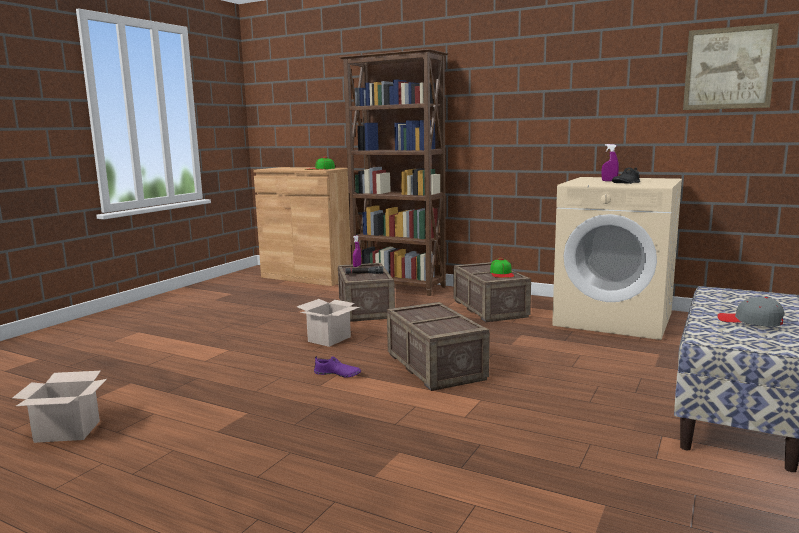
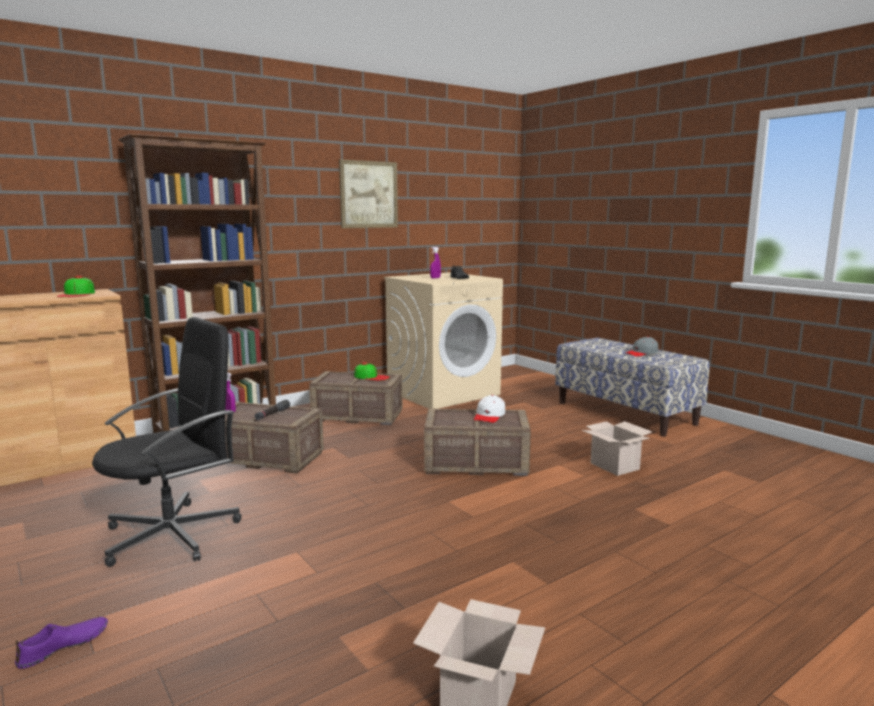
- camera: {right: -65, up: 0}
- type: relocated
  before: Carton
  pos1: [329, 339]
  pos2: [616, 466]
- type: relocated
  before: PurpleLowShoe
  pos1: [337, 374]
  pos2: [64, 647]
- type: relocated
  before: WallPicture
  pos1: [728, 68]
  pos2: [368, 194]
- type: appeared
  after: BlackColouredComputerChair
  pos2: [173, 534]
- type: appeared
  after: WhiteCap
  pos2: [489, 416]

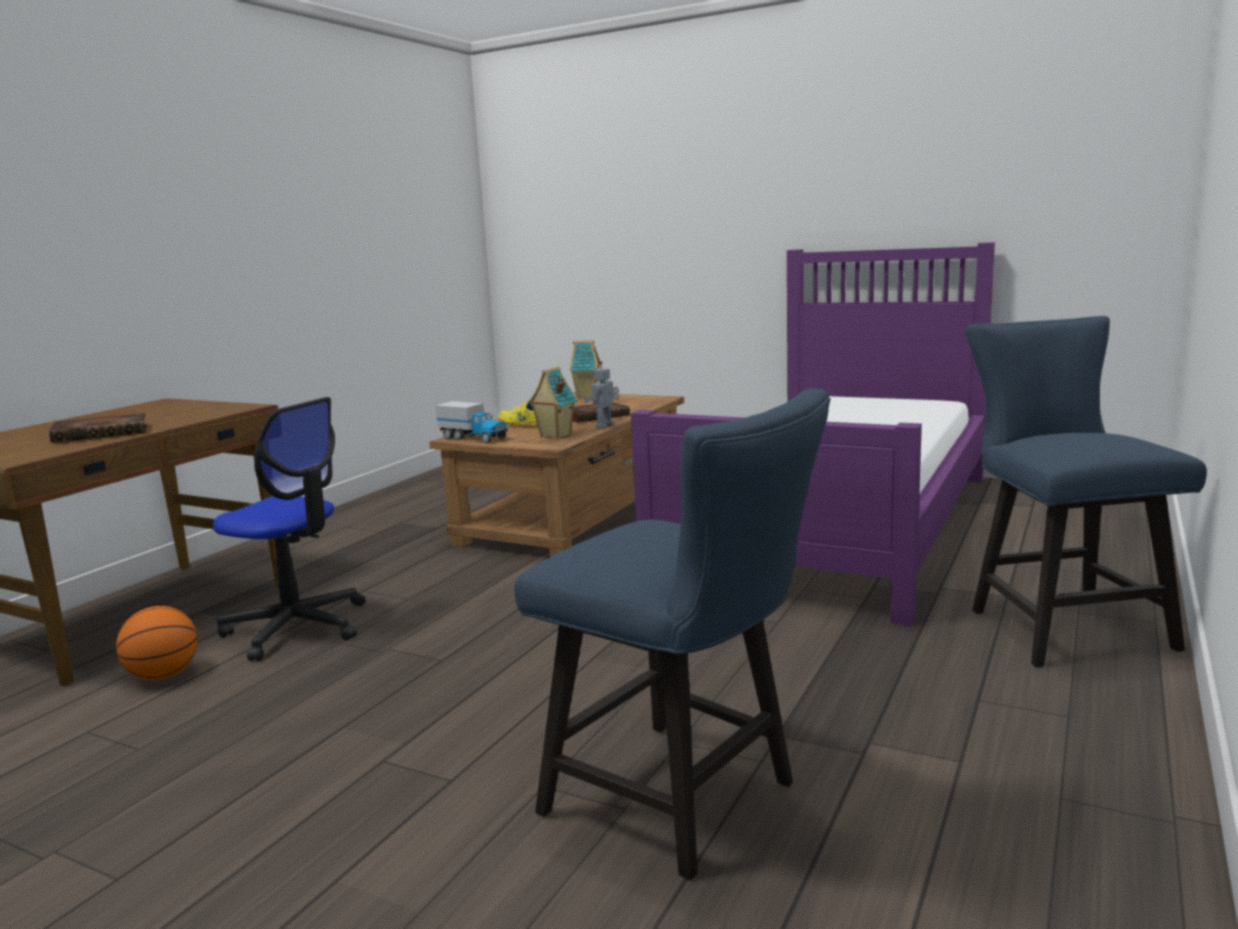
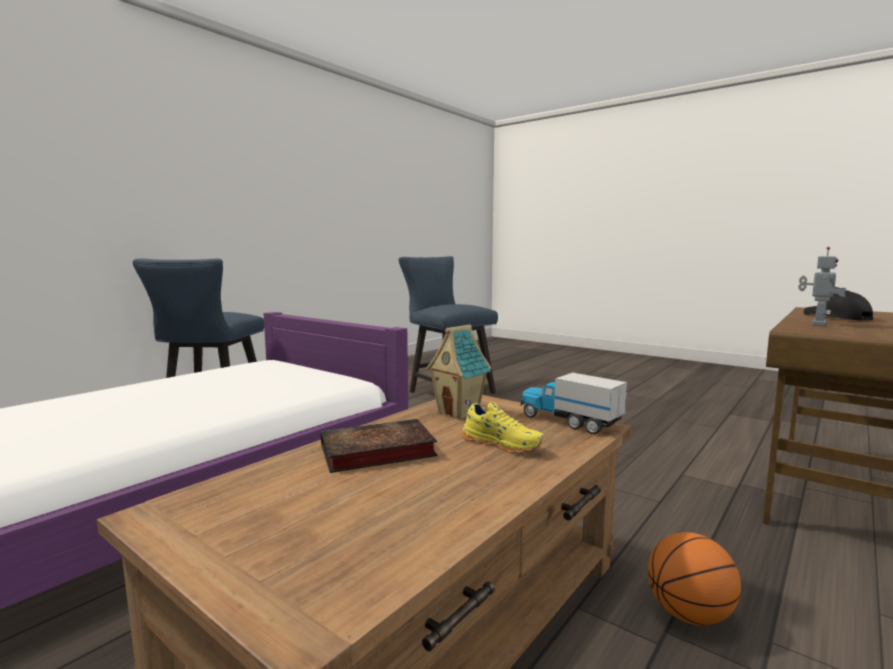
- camera: {right: -170, up: -5}
- type: exchanged
  before: Book
  after: BlackColouredCap
  pos1: [104, 433]
  pos2: [836, 317]
- type: relocated
  before: Basketball
  pos1: [163, 676]
  pos2: [689, 615]
- type: missing
  before: ComputerChair
  pos1: [297, 628]
- type: missing
  before: MiniatureHouse
  pos1: [587, 395]
- type: relocated
  before: RobotFigure
  pos1: [605, 426]
  pos2: [817, 324]

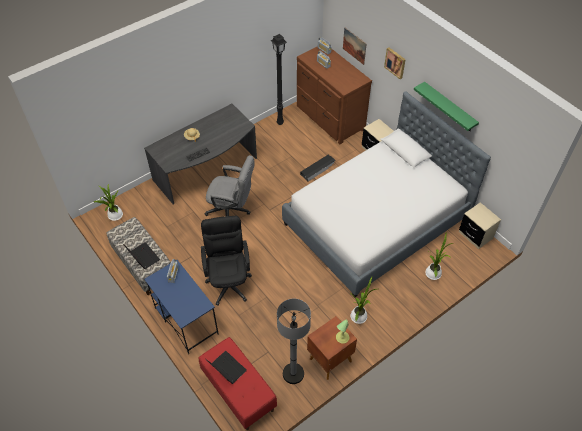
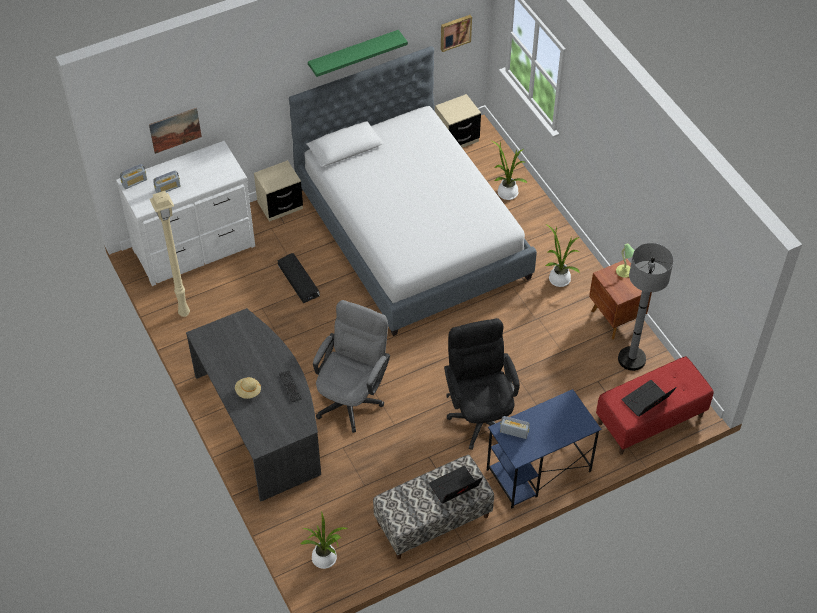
- camera: {right: -80, up: 0}
- type: spun
  before: BlackColouredComputerChair
  pos1: [228, 280]
  pos2: [480, 414]
  turn: 75
- type: colour
  before: BlackColouredFloorLamp
  after: BeigeFloorLamp
  pos1: [280, 122]
  pos2: [183, 312]
- type: colour
  before: BrownDresser
  after: WhiteDresser
  pos1: [329, 118]
  pos2: [195, 249]
- type: relocated
  before: WallPicture
  pos1: [395, 62]
  pos2: [455, 32]

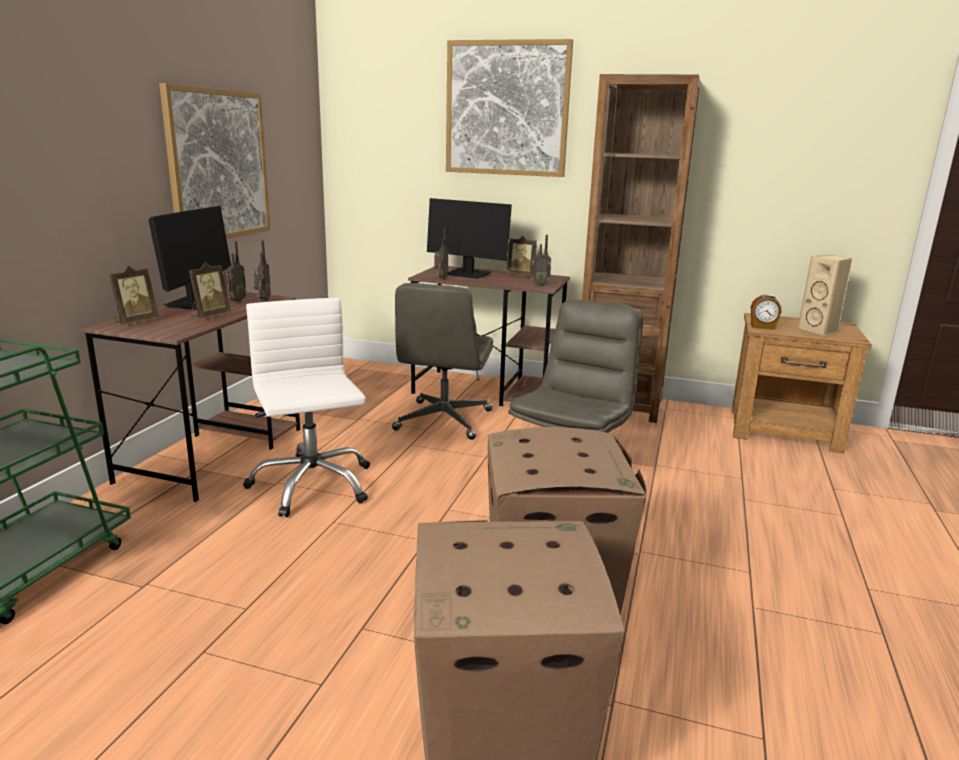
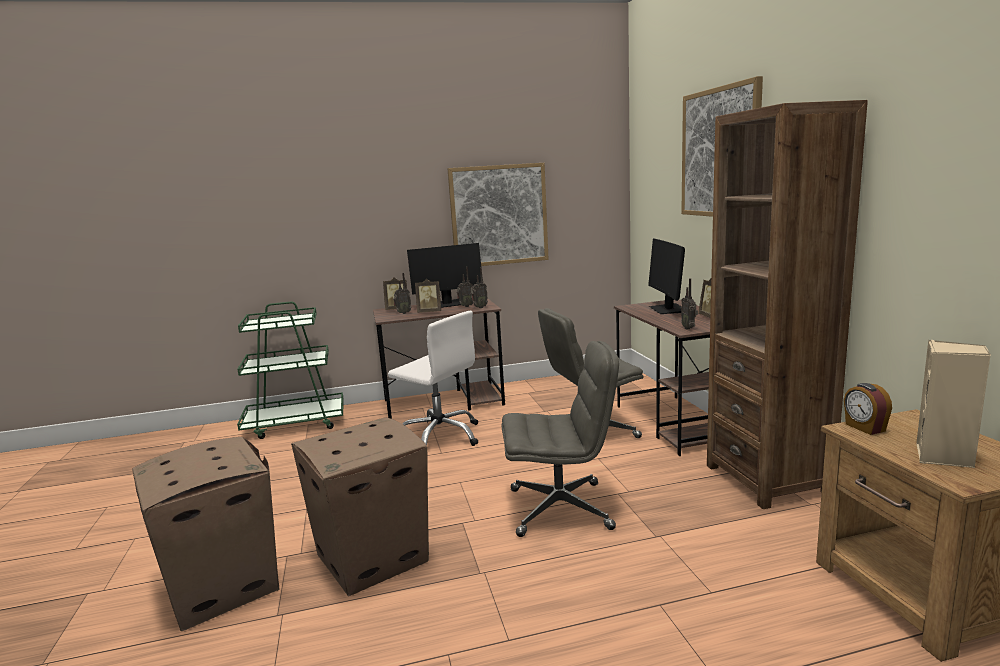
- camera: {right: 60, up: -5}
- type: spun
  before: WhiteComputerChair
  pos1: [311, 485]
  pos2: [440, 436]
  turn: 90
- type: relocated
  before: RadioSet
  pos1: [440, 278]
  pos2: [403, 313]

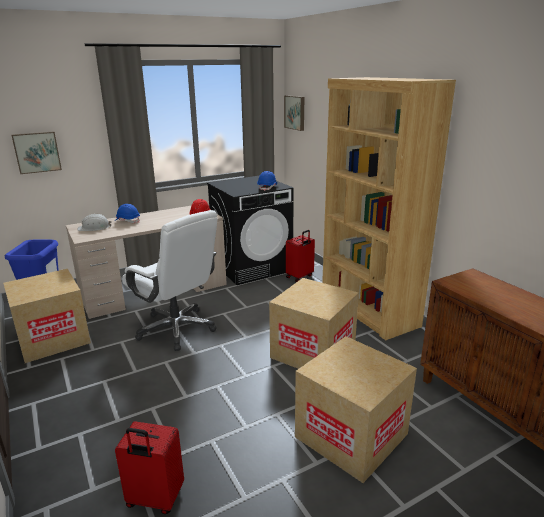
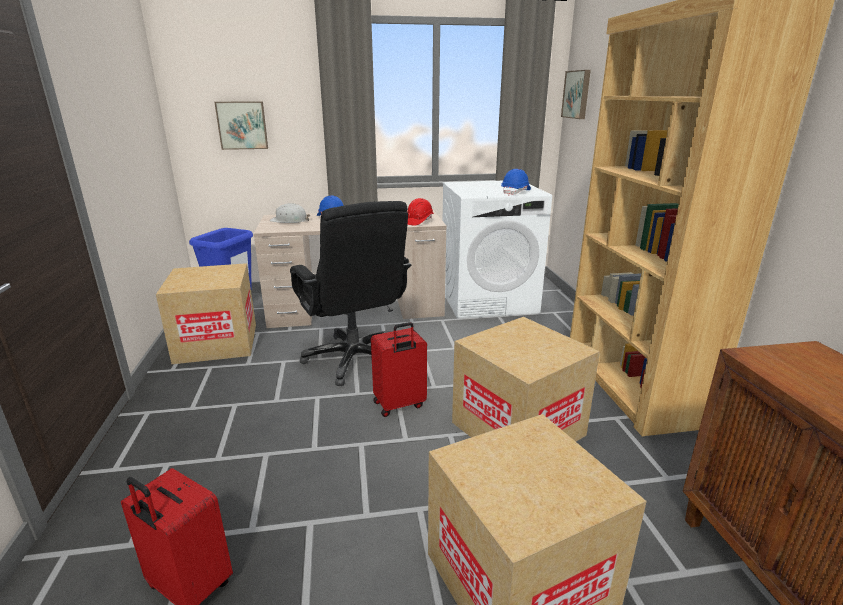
- camera: {right: 20, up: 0}
- type: colour
  before: WhiteComputerChair
  after: BlackColouredComputerChair
  pos1: [177, 329]
  pos2: [354, 359]
- type: colour
  before: BlackColouredLaundryMachine
  after: WhiteLaundryMachine
  pos1: [252, 267]
  pos2: [488, 300]
- type: relocated
  before: RedSuitcase
  pos1: [300, 277]
  pos2: [399, 405]

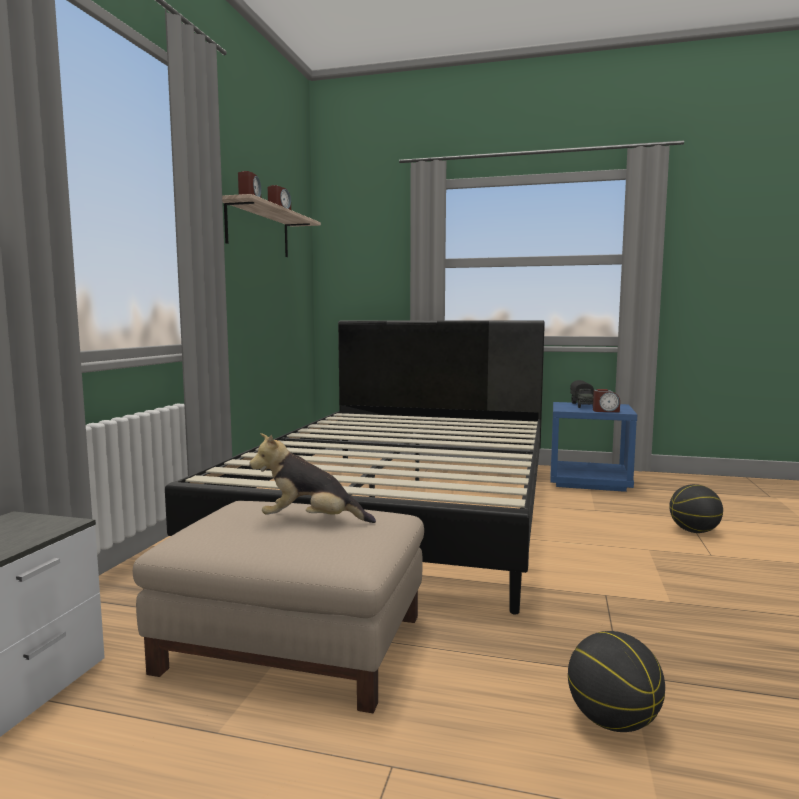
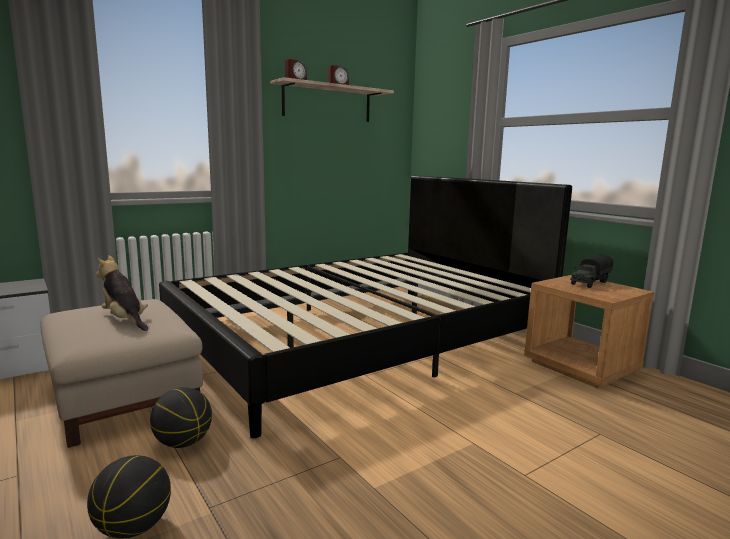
- camera: {right: 40, up: 5}
- type: colour
  before: BlueBedsideTable
  after: BrownBedsideTable
  pos1: [589, 481]
  pos2: [582, 367]
- type: missing
  before: BedsideClock
  pos1: [605, 411]
- type: relocated
  before: Basketball
  pos1: [693, 531]
  pos2: [183, 442]

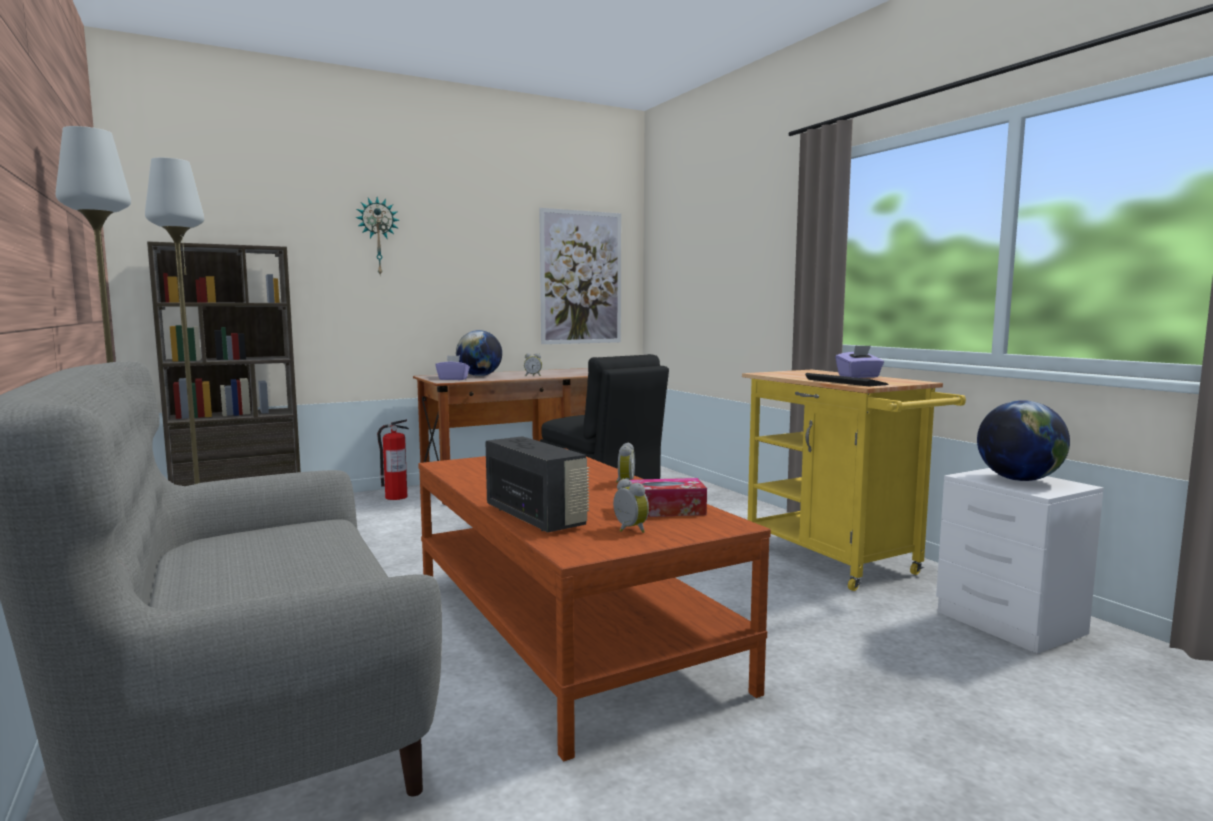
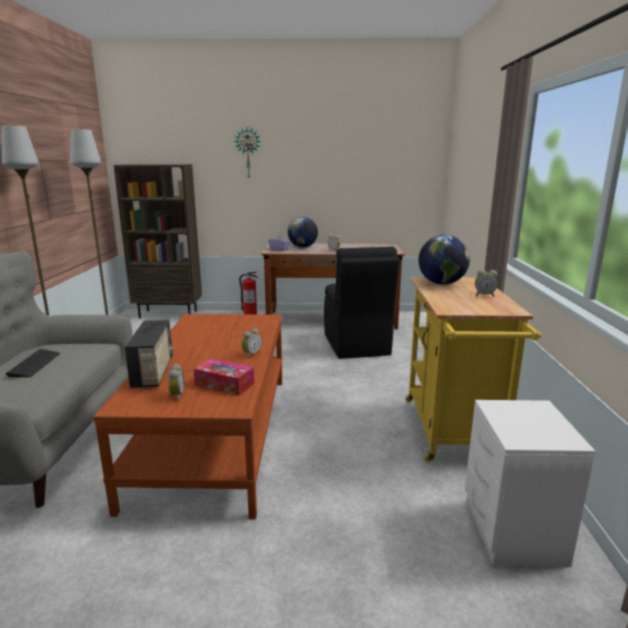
- camera: {right: 30, up: 10}
- type: missing
  before: WallPicture
  pos1: [581, 277]
- type: relocated
  before: ComputerKeyboard
  pos1: [845, 382]
  pos2: [34, 364]
- type: exchanged
  before: PurpleBoxOfTissues
  after: BedsideClock
  pos1: [859, 377]
  pos2: [484, 295]
- type: relocated
  before: WorldGlobe
  pos1: [1018, 479]
  pos2: [441, 283]

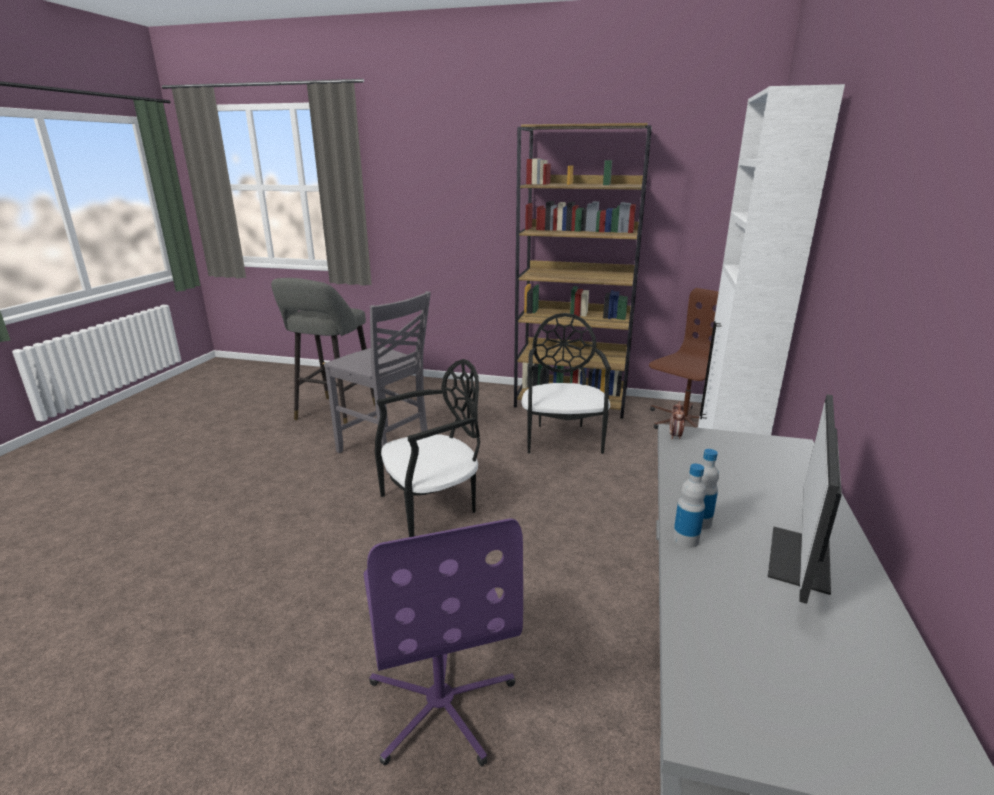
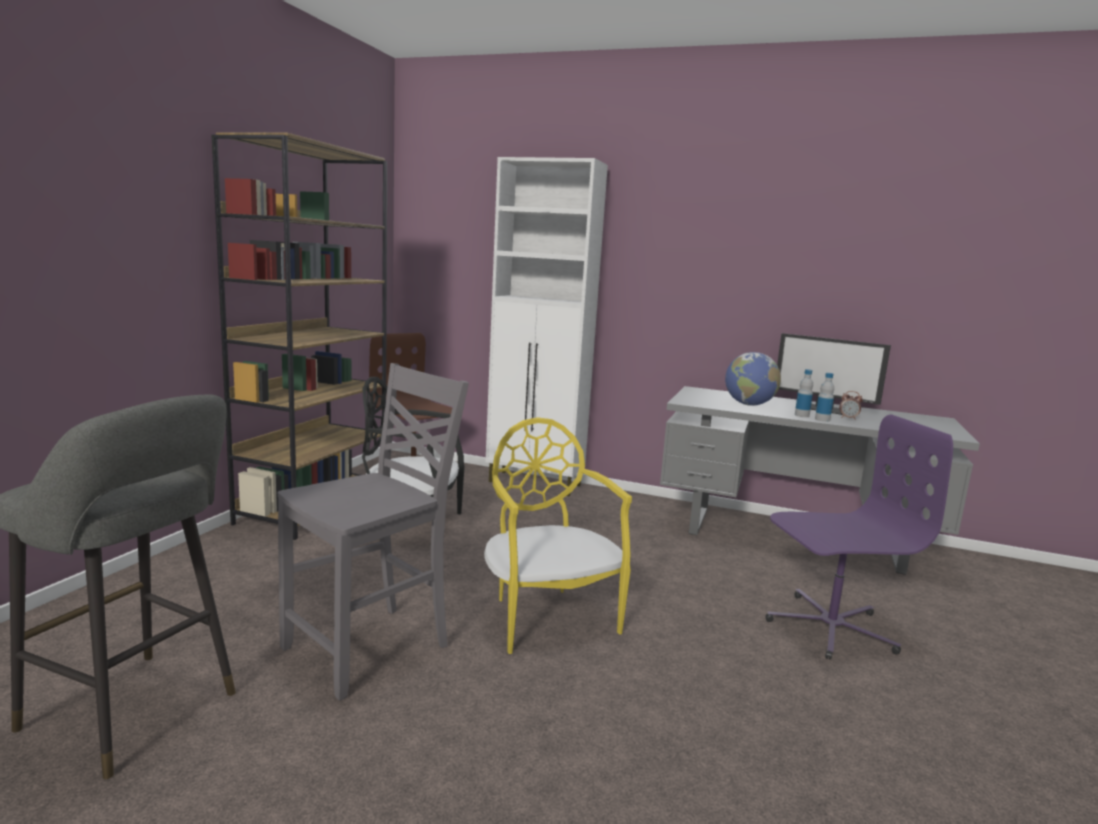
- camera: {right: -85, up: -10}
- type: colour
  before: BlackColouredChair
  after: YellowColouredChair
  pos1: [432, 507]
  pos2: [548, 616]
- type: relocated
  before: BedsideClock
  pos1: [675, 436]
  pos2: [848, 418]
- type: appeared
  after: WorldGlobe
  pos2: [749, 404]

